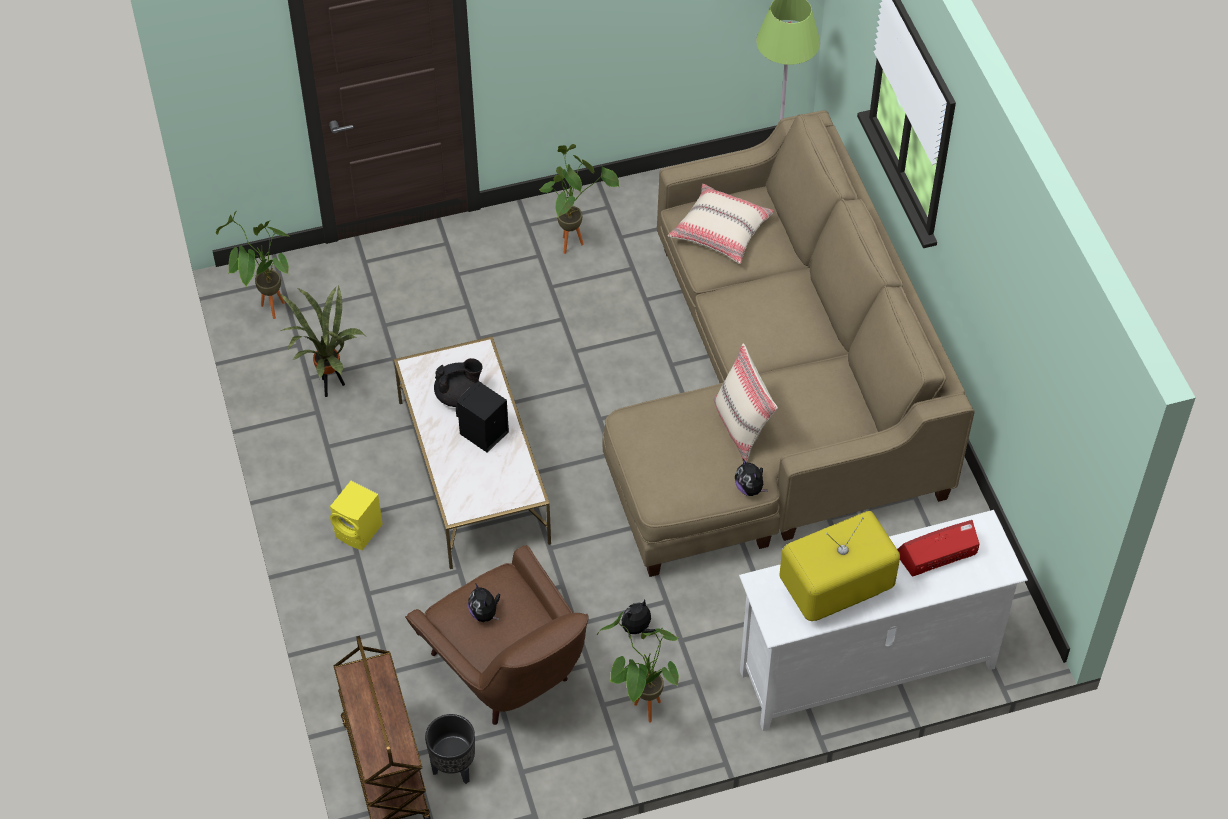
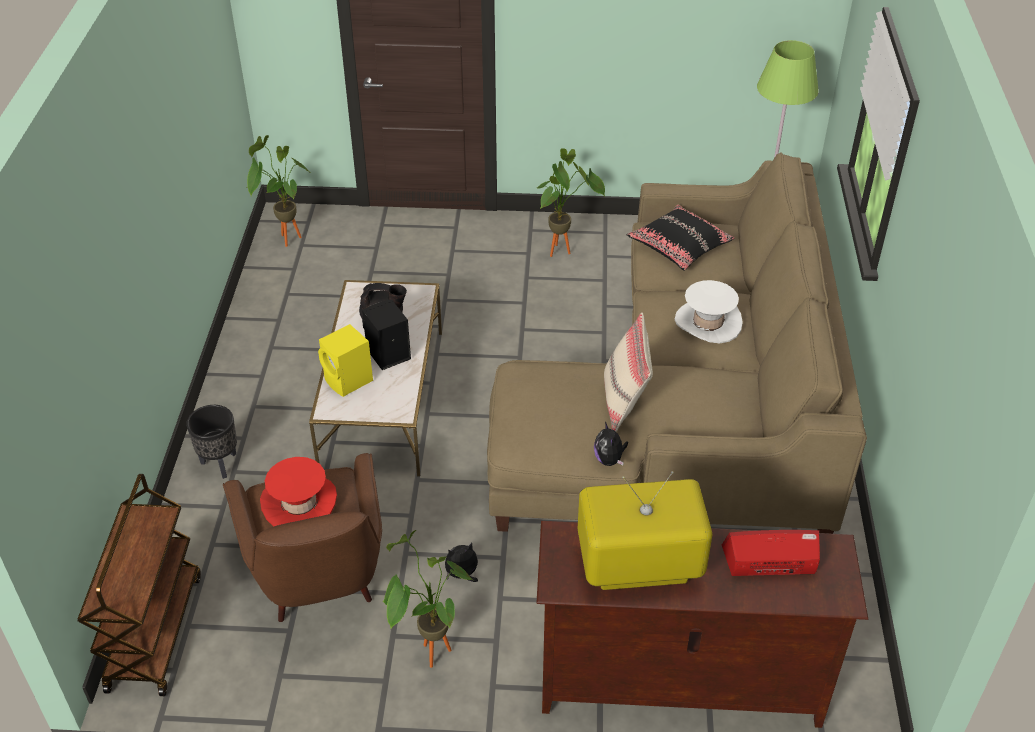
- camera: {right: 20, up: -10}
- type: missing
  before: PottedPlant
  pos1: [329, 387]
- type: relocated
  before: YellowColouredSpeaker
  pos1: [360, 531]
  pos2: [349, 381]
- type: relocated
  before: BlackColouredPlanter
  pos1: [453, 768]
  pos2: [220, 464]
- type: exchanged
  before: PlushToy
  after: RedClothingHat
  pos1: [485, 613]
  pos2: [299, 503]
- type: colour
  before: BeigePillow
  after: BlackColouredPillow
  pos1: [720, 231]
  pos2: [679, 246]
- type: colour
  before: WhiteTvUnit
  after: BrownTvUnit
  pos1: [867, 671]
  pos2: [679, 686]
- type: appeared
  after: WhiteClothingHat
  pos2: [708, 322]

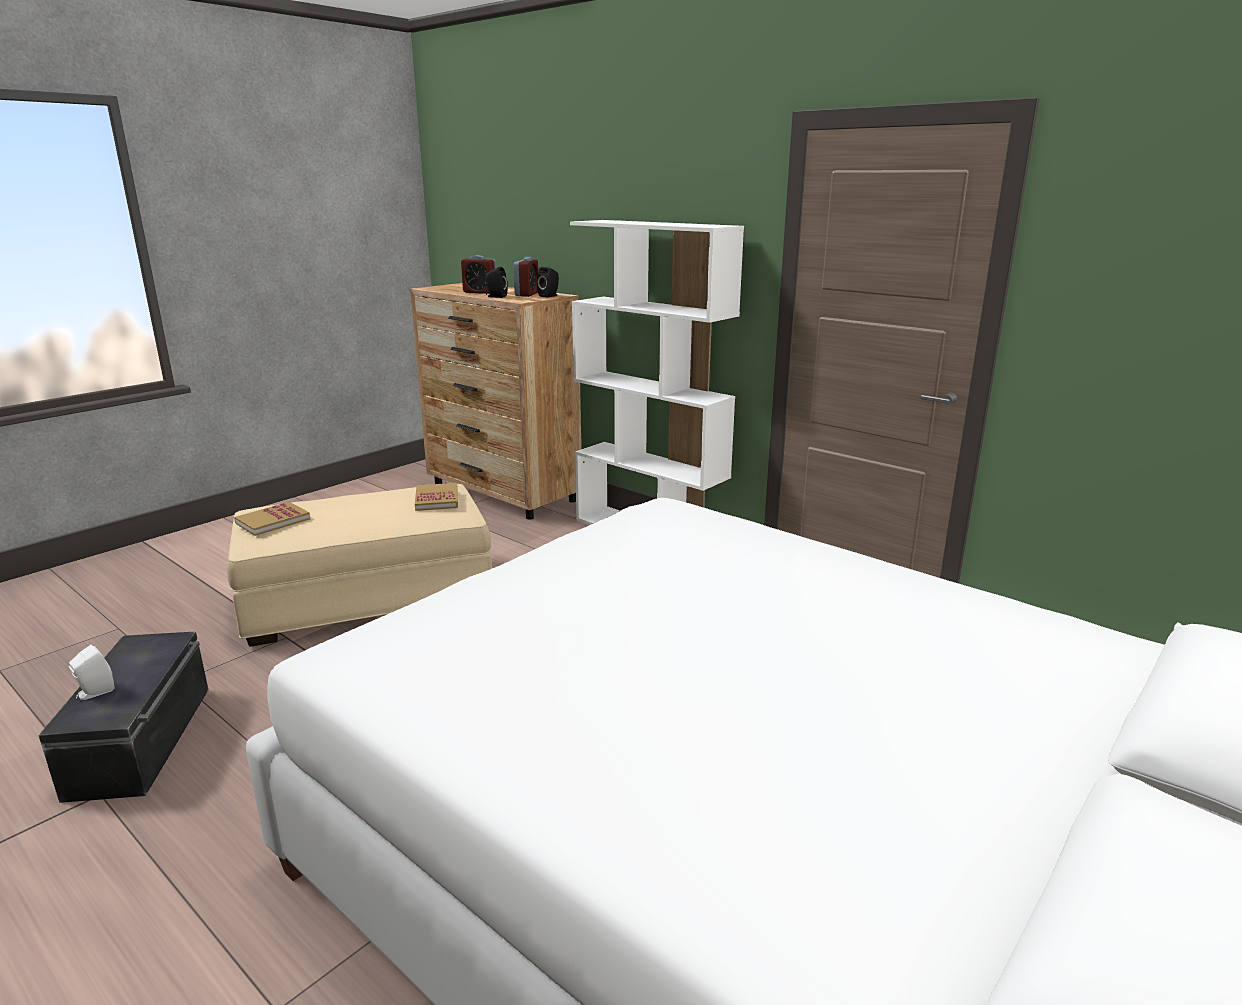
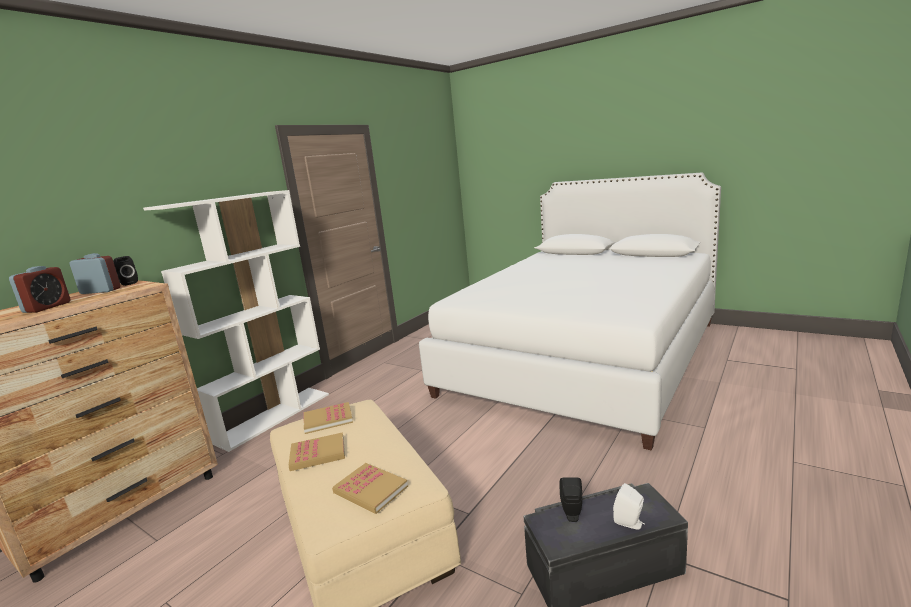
- camera: {right: -95, up: -5}
- type: relocated
  before: BlackColouredSpeaker
  pos1: [495, 297]
  pos2: [572, 514]
- type: appeared
  after: Book
  pos2: [318, 454]

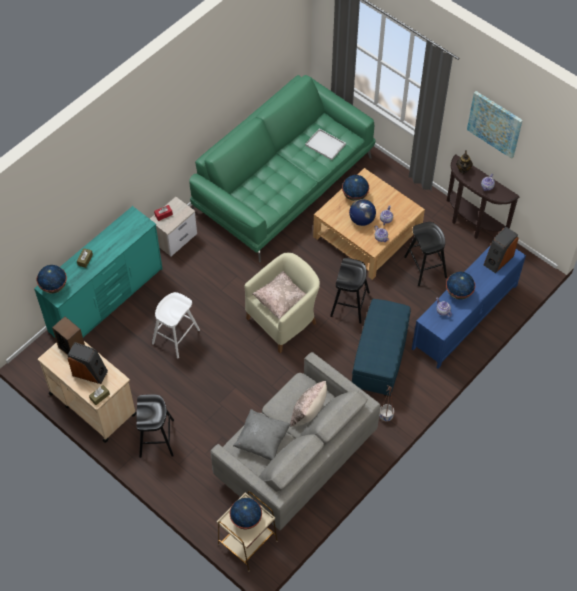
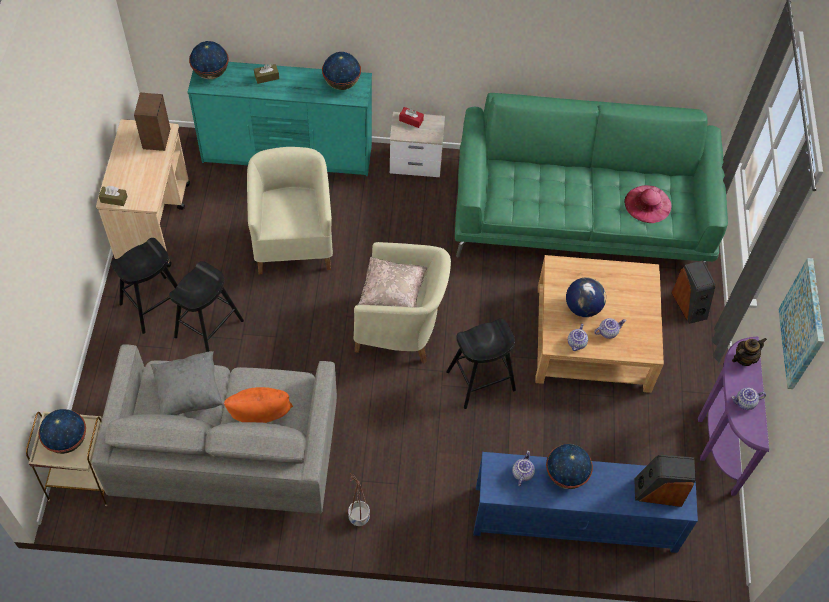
- camera: {right: 50, up: 0}
- type: relocated
  before: Speaker
  pos1: [90, 372]
  pos2: [690, 305]
- type: exchanged
  before: WhiteSittingStool
  after: BeigeArmchair
  pos1: [176, 337]
  pos2: [293, 241]
- type: colour
  before: BeigePillow
  after: OrangeColouredPillow
  pos1: [308, 414]
  pos2: [261, 418]
- type: exchanged
  before: WhiteTray
  after: PinkishClothingHat
  pos1: [324, 144]
  pos2: [648, 204]
- type: relocated
  before: WorldGlobe
  pos1: [354, 195]
  pos2: [342, 83]
- type: missing
  before: BlueFootrest
  pos1: [380, 358]
- type: relocated
  before: BlackColouredSittingStool
  pos1: [425, 267]
  pos2: [209, 328]
- type: colour
  before: BrownNarrowTable
  after: PurpleNarrowTable
  pos1: [471, 224]
  pos2: [716, 441]

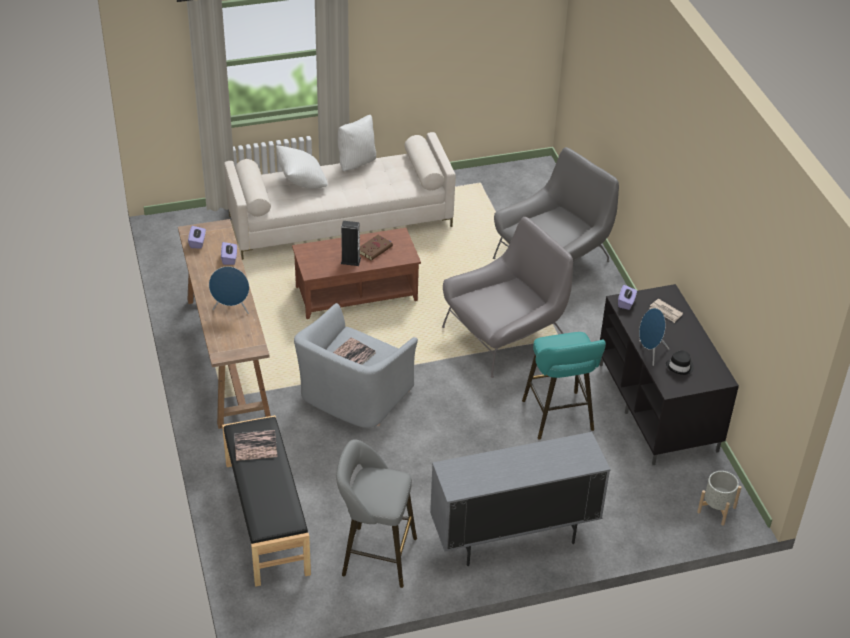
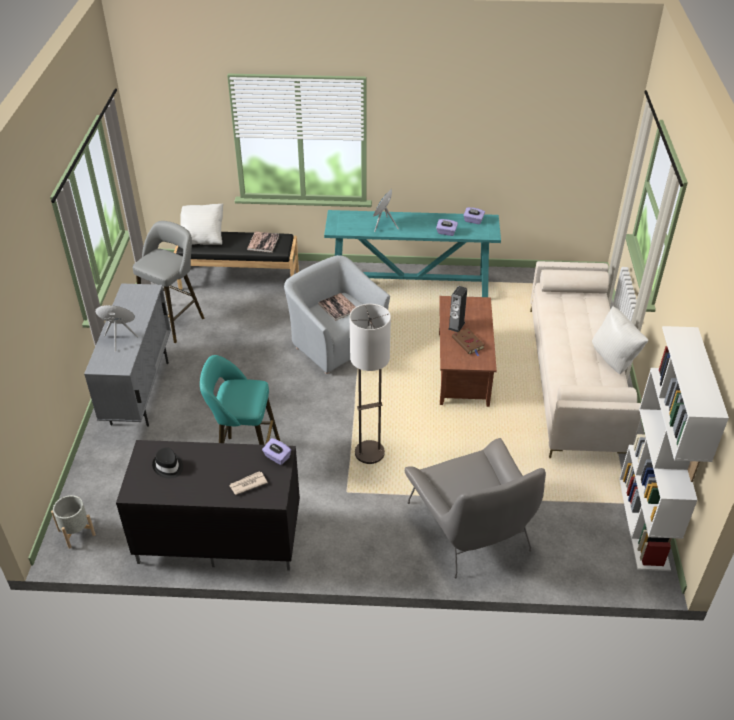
- camera: {right: 110, up: 0}
- type: colour
  before: BrownNarrowTable
  after: BlueGreenNarrowTable
  pos1: [227, 356]
  pos2: [411, 286]
- type: relocated
  before: WhitePillow
  pos1: [302, 182]
  pos2: [203, 237]
- type: exchanged
  before: GreyArmchair
  after: FloorLamp
  pos1: [505, 334]
  pos2: [369, 453]
- type: relocated
  before: BlueSpeaker
  pos1: [650, 352]
  pos2: [120, 339]
- type: appeared
  after: WhiteBookshelf
  pos2: [644, 523]

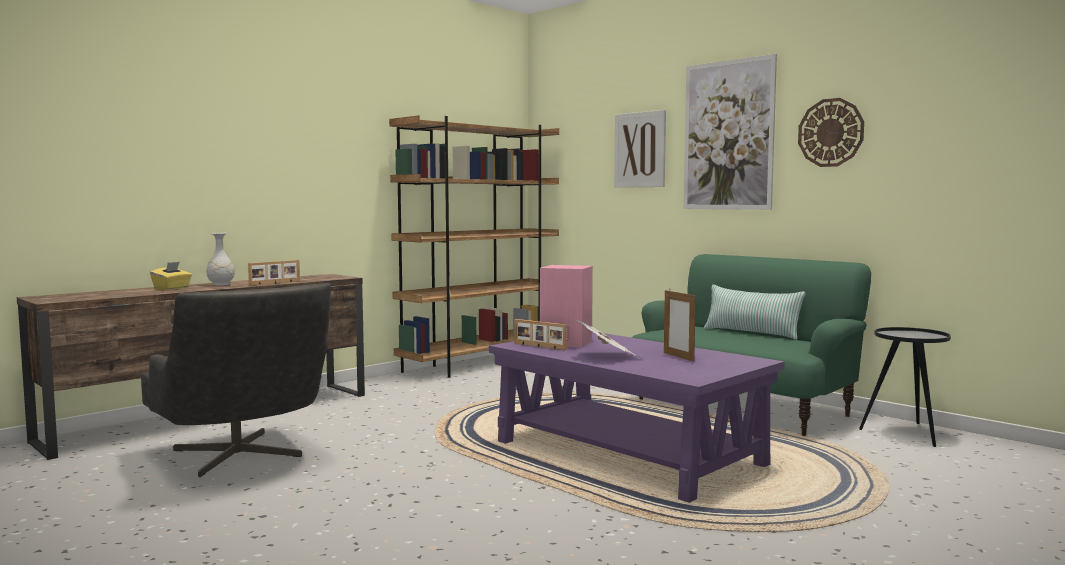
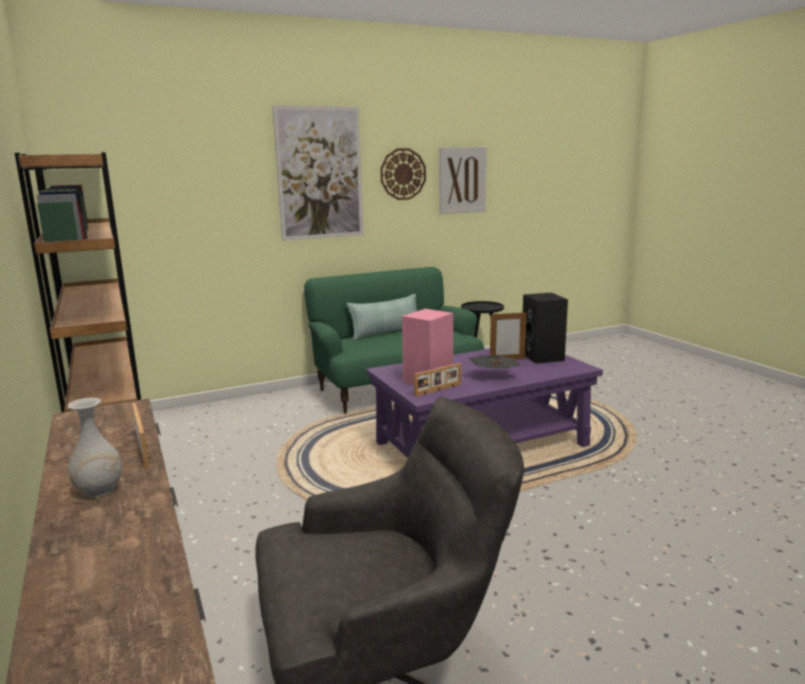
- camera: {right: -70, up: 10}
- type: missing
  before: YellowColouredBoxOfTissues
  pos1: [172, 288]
- type: relocated
  before: WallPicture
  pos1: [640, 150]
  pos2: [462, 180]
- type: appeared
  after: BlackColouredSpeaker
  pos2: [543, 357]

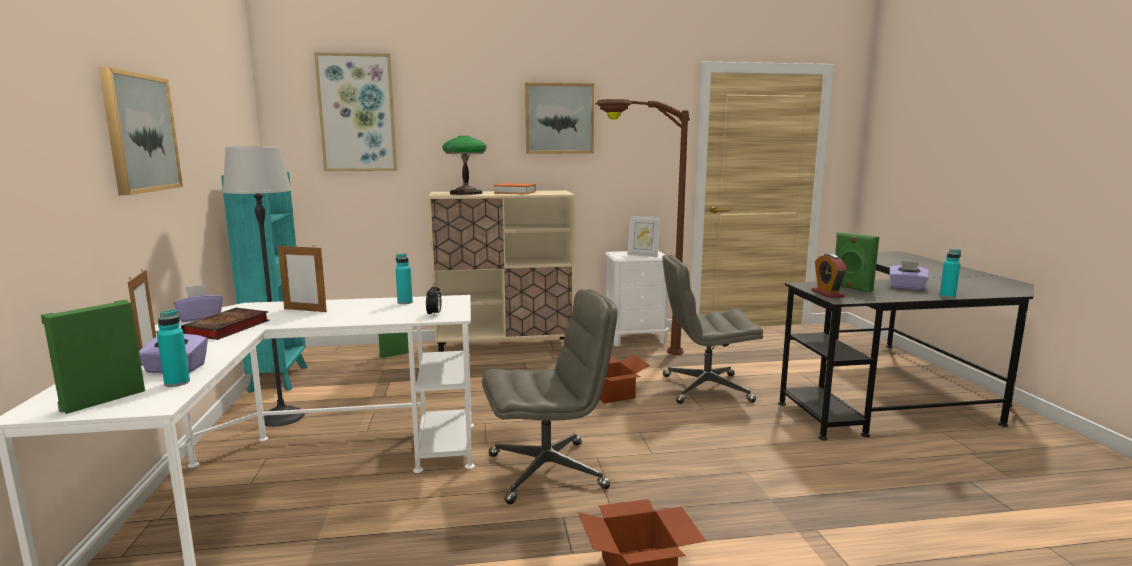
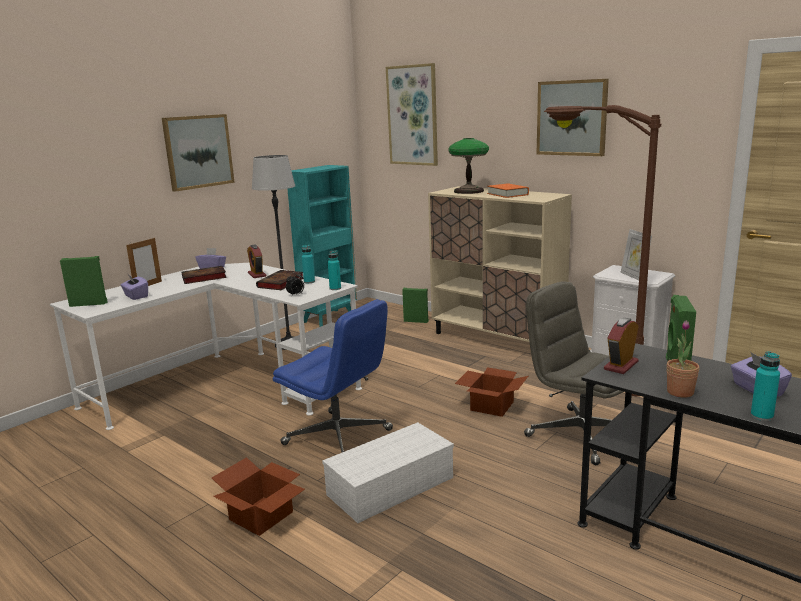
- camera: {right: 50, up: 5}
- type: relocated
  before: BlueGreenBeverageBottle
  pos1: [177, 383]
  pos2: [335, 288]
- type: exchanged
  before: PictureFrame
  after: BedsideClock
  pos1: [305, 310]
  pos2: [257, 274]
- type: colour
  before: GreyComputerChair
  after: BlueComputerChair
  pos1: [548, 471]
  pos2: [339, 437]
- type: appeared
  after: Book
  pos2: [280, 283]
- type: appeared
  after: WhiteStorageBin
  pos2: [391, 485]
- type: appeared
  after: PottedPlant
  pos2: [680, 392]

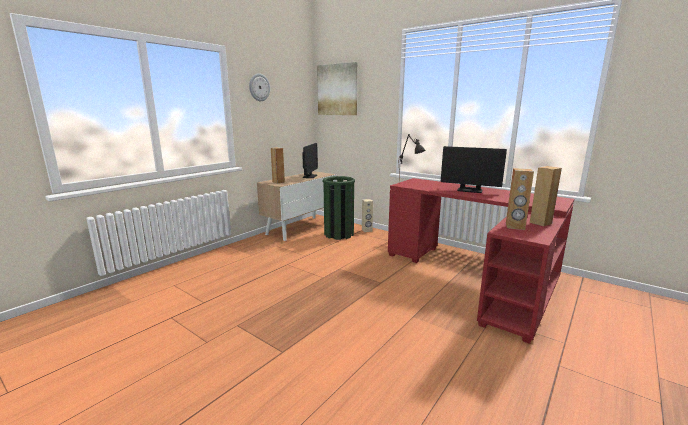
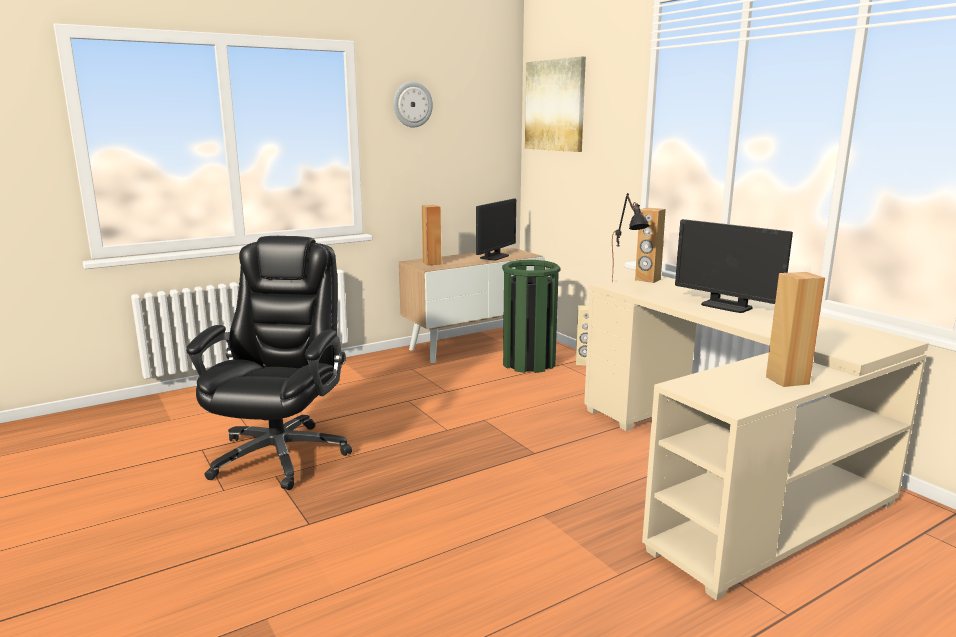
- camera: {right: 20, up: 0}
- type: colour
  before: RedDeskUnit
  after: BeigeDeskUnit
  pos1: [477, 277]
  pos2: [723, 473]
- type: relocated
  before: BrownSpeaker
  pos1: [515, 226]
  pos2: [647, 280]
- type: appeared
  after: BlackColouredComputerChair
  pos2: [281, 454]

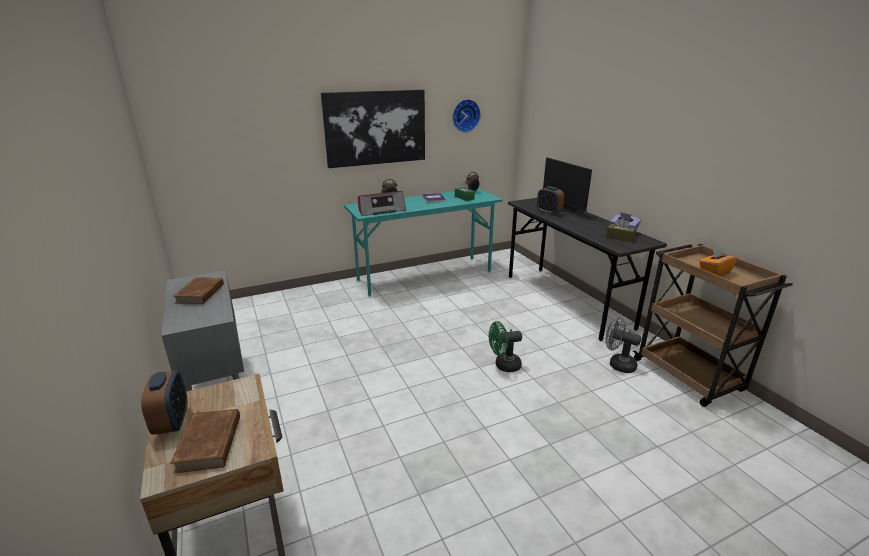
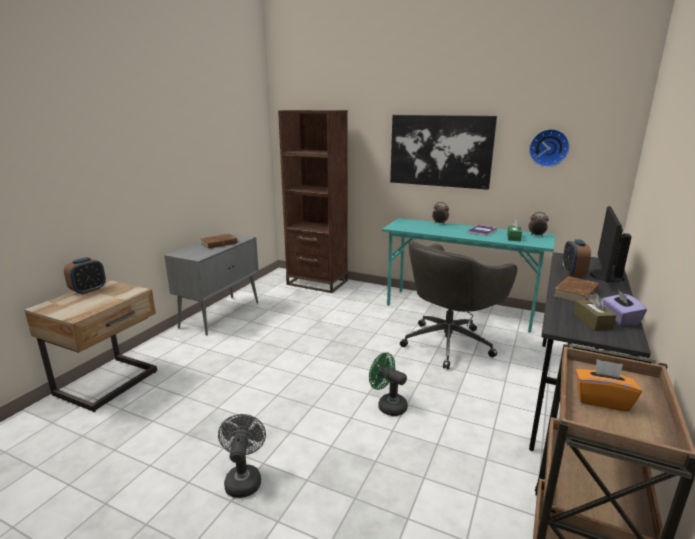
- camera: {right: 50, up: -5}
- type: relocated
  before: BrownBook
  pos1: [210, 443]
  pos2: [576, 293]
- type: missing
  before: RadioSet
  pos1: [381, 210]
- type: relocated
  before: GreyCoolingFan
  pos1: [618, 364]
  pos2: [243, 479]
- type: appeared
  after: BrownBookshelf
  pos2: [317, 282]
- type: appeared
  after: GreyComputerChair
  pos2: [449, 343]

